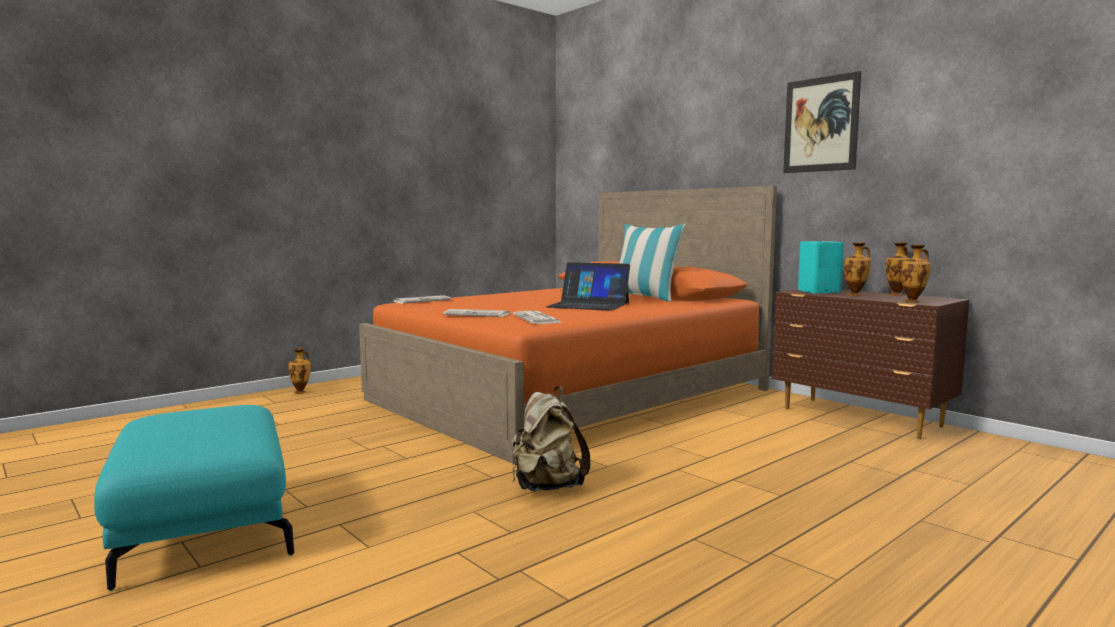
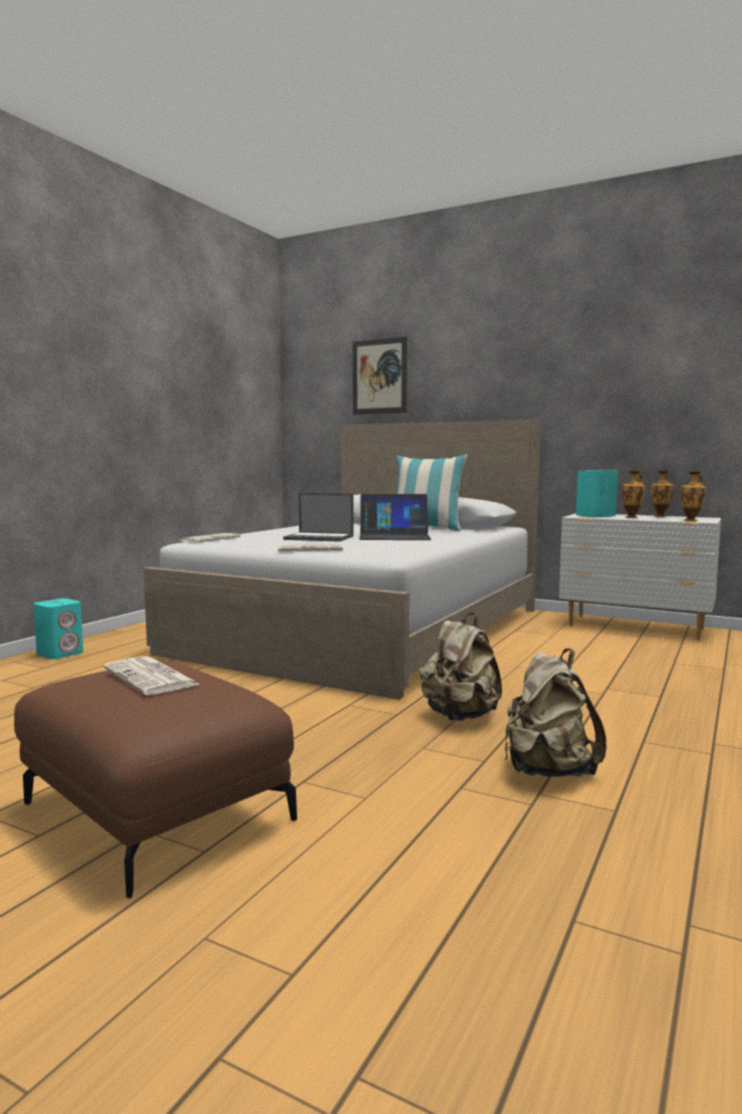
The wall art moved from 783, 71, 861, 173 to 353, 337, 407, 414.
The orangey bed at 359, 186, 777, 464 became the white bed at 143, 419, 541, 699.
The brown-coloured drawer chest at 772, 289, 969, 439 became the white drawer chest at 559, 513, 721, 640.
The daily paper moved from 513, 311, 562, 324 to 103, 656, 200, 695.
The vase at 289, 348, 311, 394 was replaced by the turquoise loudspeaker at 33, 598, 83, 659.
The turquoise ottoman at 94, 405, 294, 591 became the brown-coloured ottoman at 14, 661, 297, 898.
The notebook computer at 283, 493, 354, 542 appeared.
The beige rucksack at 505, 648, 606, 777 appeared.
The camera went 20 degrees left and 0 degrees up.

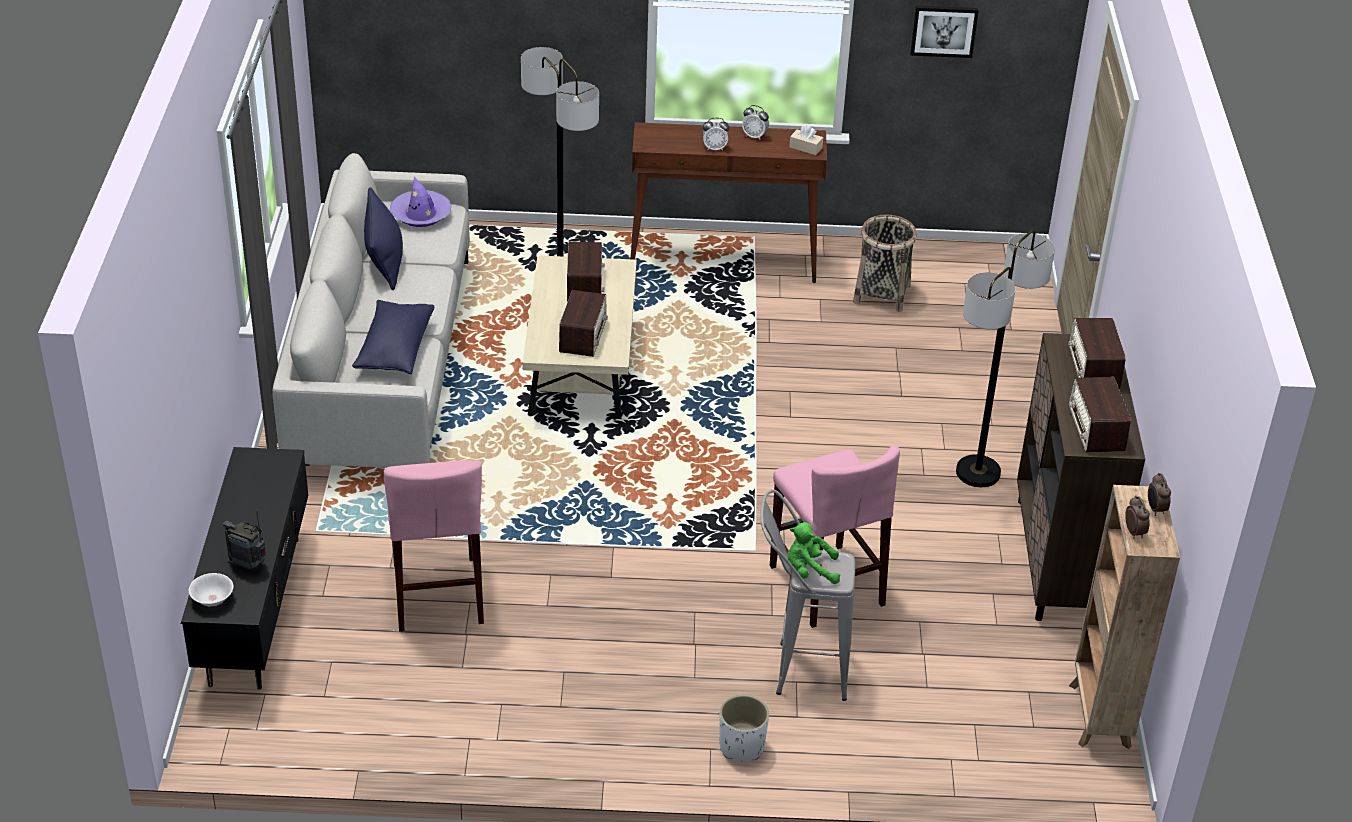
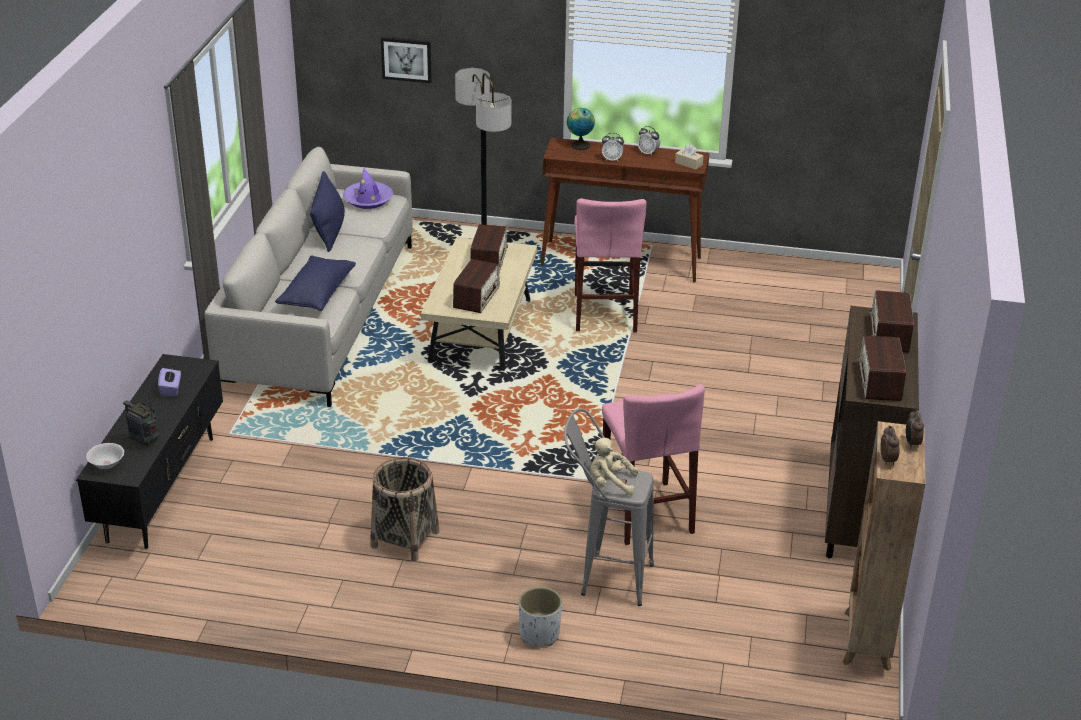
The wall art moved from 910, 5, 979, 58 to 381, 37, 432, 83.
The basket moved from 853, 215, 917, 312 to 370, 457, 439, 561.
The floor lamp at 956, 229, 1055, 487 disappeared.
The pink stool seat moved from 384, 460, 484, 632 to 574, 198, 647, 332.
The green-coloured soft toy at 787, 522, 840, 584 became the beige soft toy at 590, 438, 638, 495.
The desk globe at 567, 108, 595, 150 appeared.
The purple-coloured tissue holder at 158, 367, 181, 397 appeared.
The camera went 10 degrees right and 5 degrees down.

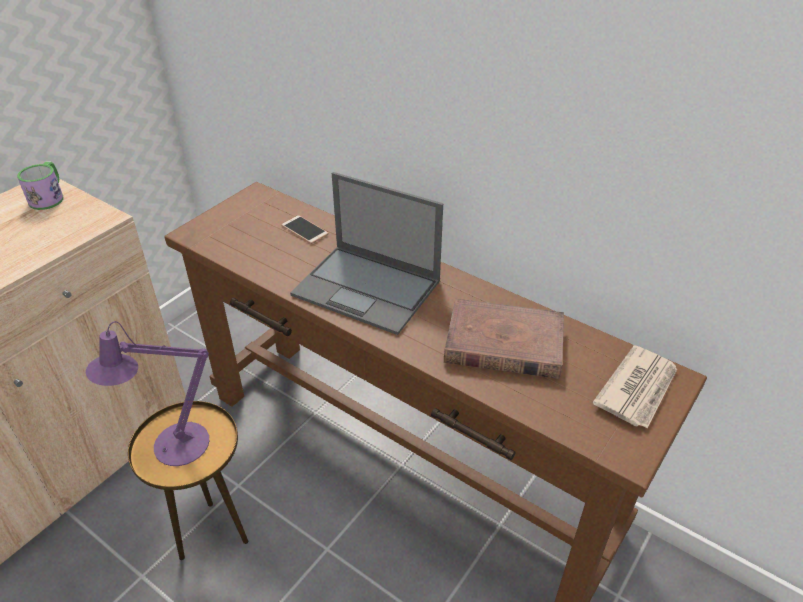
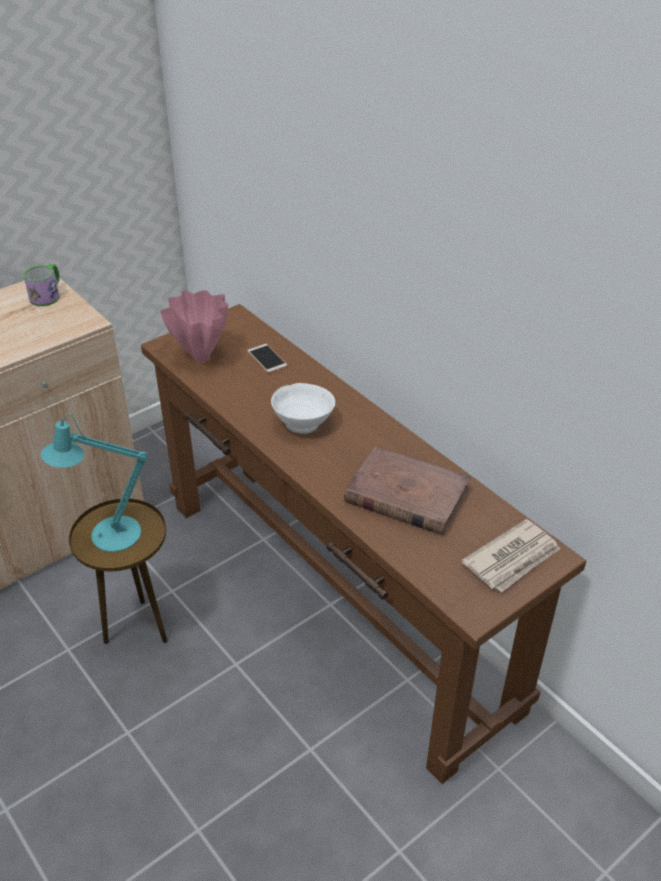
The notebook computer at 290, 172, 443, 335 was replaced by the white serving bowl at 271, 383, 335, 434.
The purple-coloured table lamp at 86, 321, 209, 466 became the turquoise table lamp at 41, 414, 148, 552.
The pink vase at 161, 290, 228, 363 appeared.
The camera went 15 degrees right and 0 degrees up.

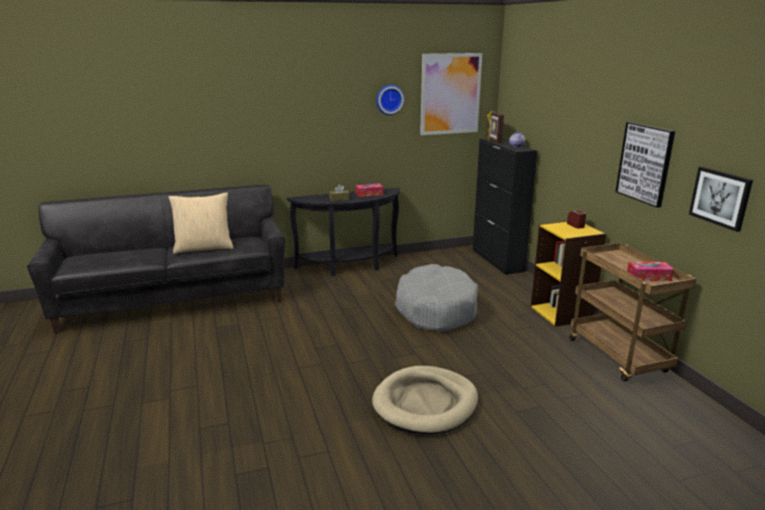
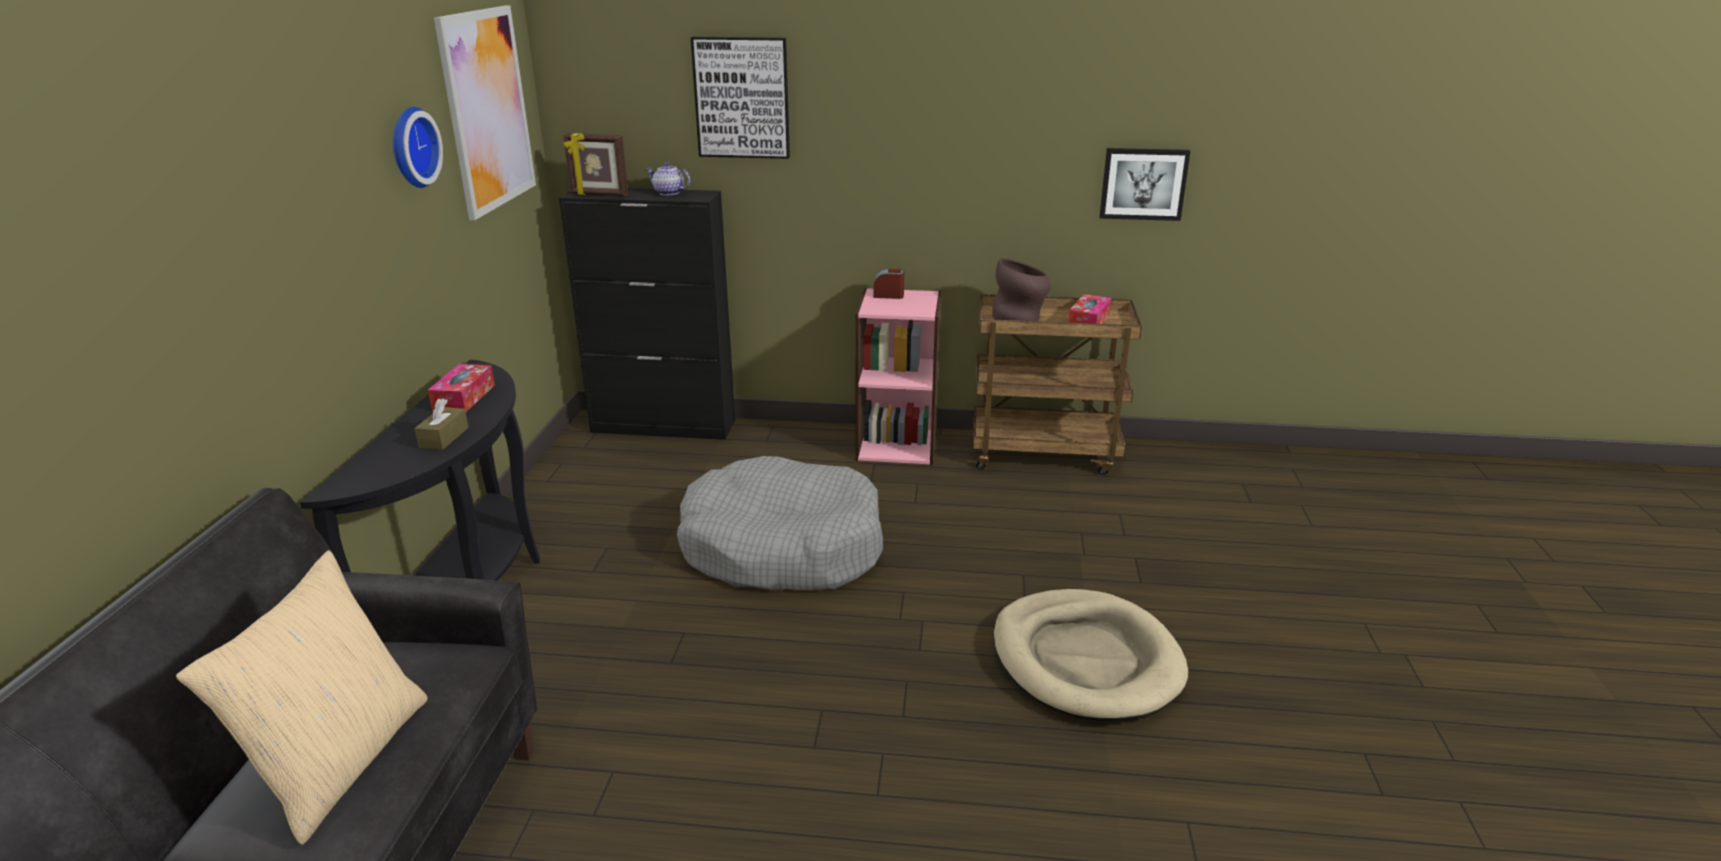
The wall art moved from 615, 122, 675, 208 to 691, 37, 790, 159.
The yellowish bookcase at 531, 221, 607, 327 became the pink bookcase at 855, 288, 941, 465.
The brown-coloured vase at 992, 258, 1051, 321 appeared.
The camera went 65 degrees left and 5 degrees up.

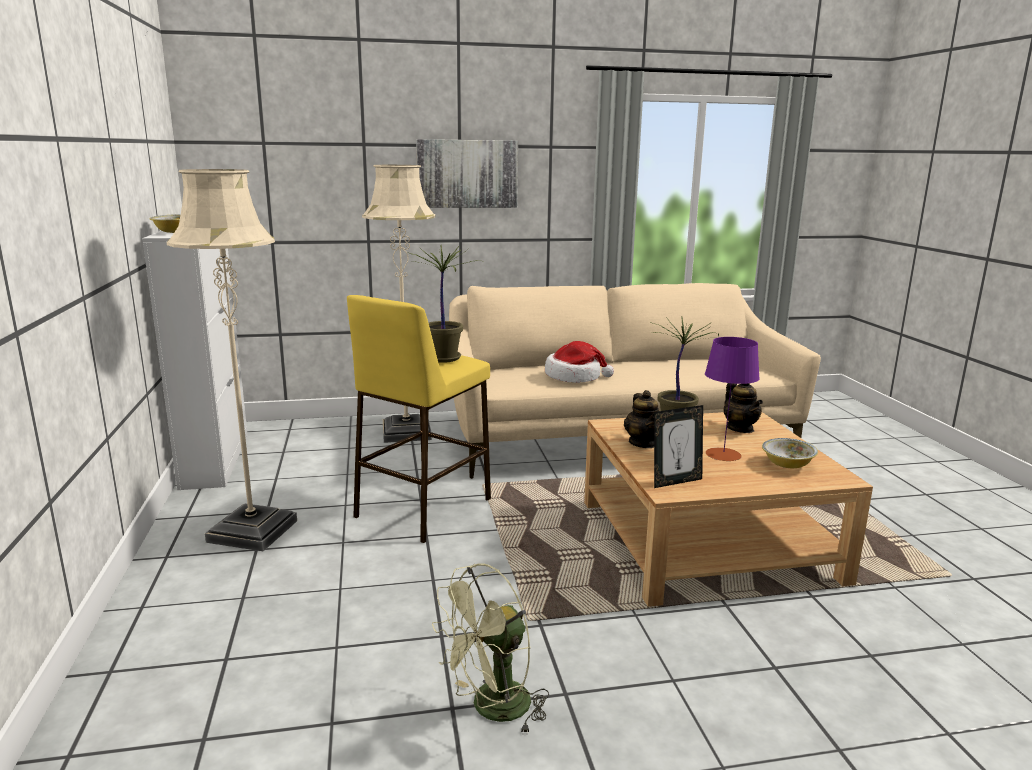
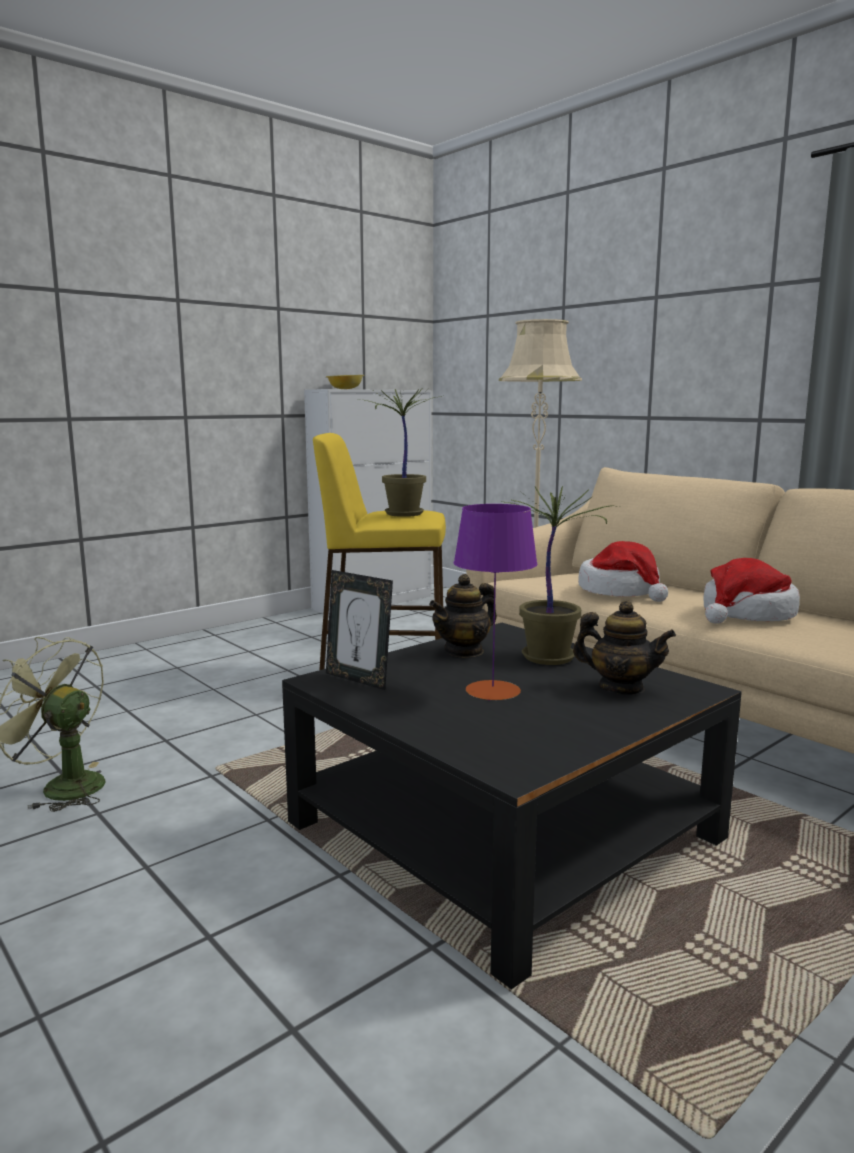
The wall art at 416, 139, 518, 208 disappeared.
The beige floor lamp at 167, 169, 297, 551 disappeared.
The teapot at 723, 383, 763, 433 turned 105 degrees counterclockwise.
The beige low table at 584, 412, 873, 607 became the blackish low table at 282, 623, 742, 990.
The serving bowl at 762, 438, 818, 468 disappeared.
The hat at 703, 558, 800, 624 appeared.
The camera went 60 degrees right and 5 degrees down.

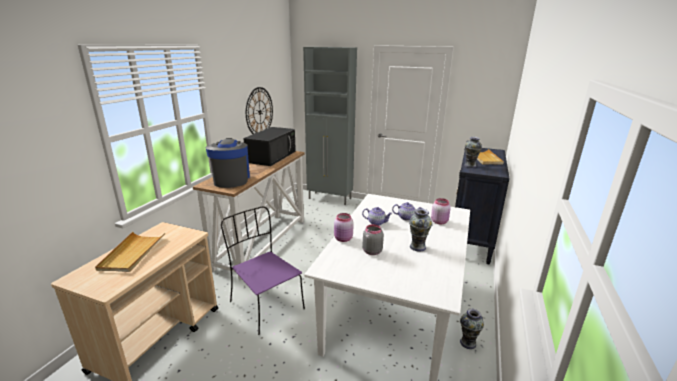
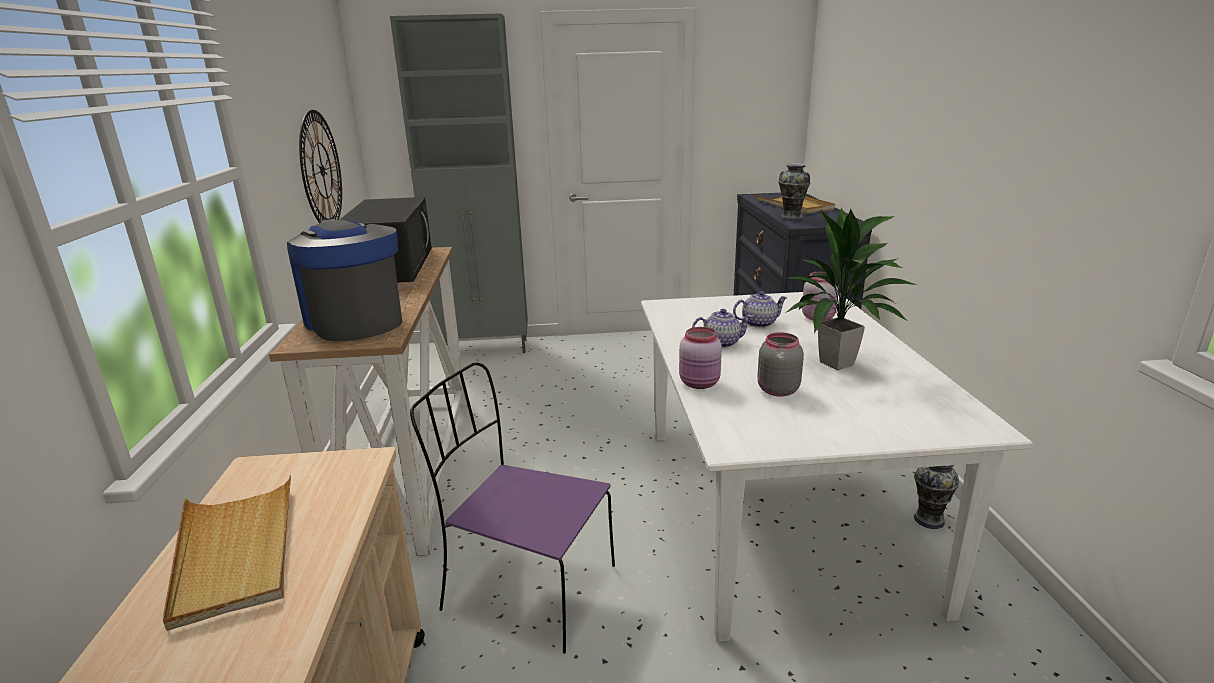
The vase at 409, 208, 432, 252 was replaced by the plant in a pot at 785, 208, 917, 370.
The camera went 25 degrees left and 0 degrees up.

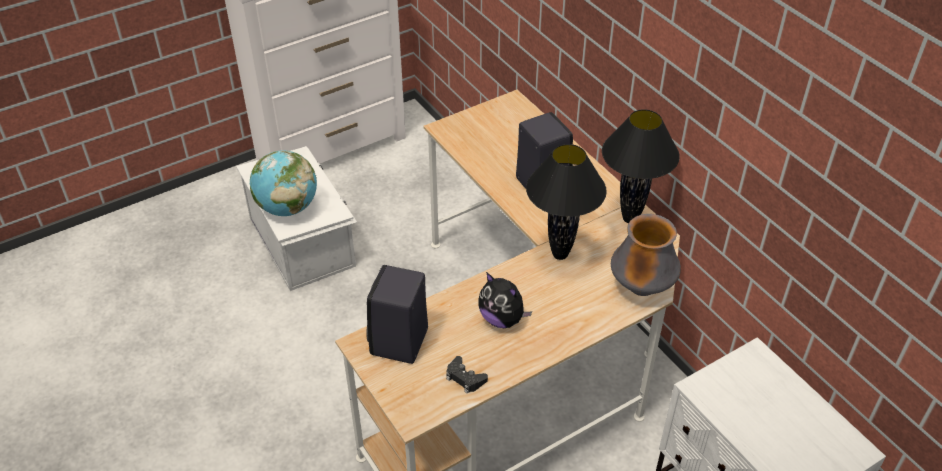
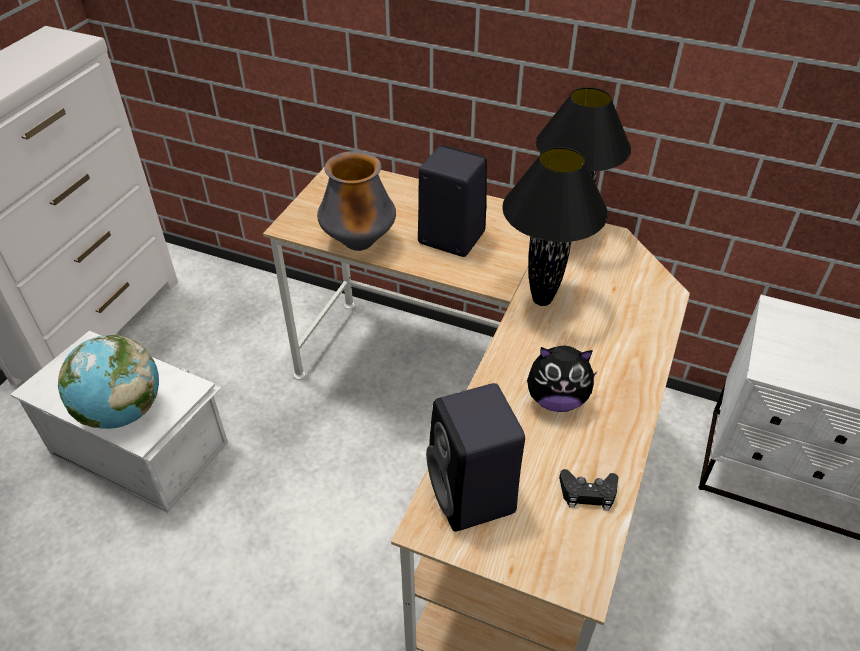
The vase moved from 611, 214, 681, 296 to 317, 151, 396, 251.
The camera went 35 degrees left and 0 degrees up.

